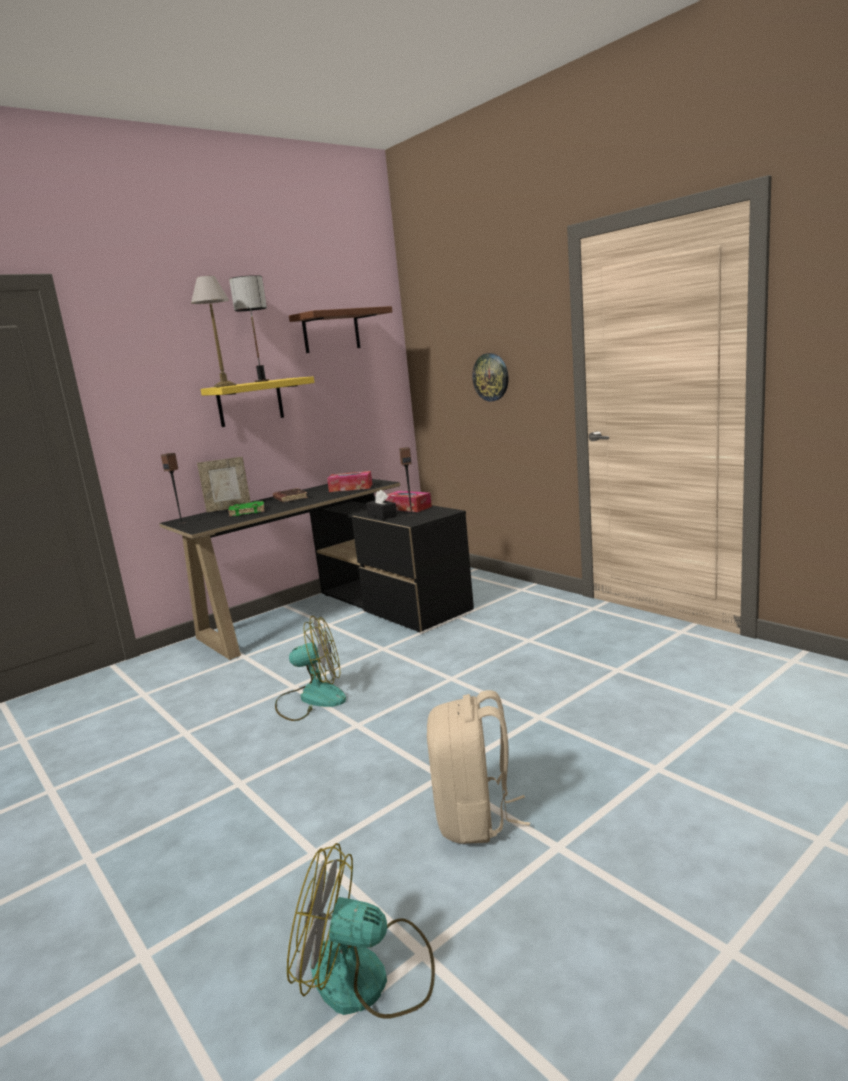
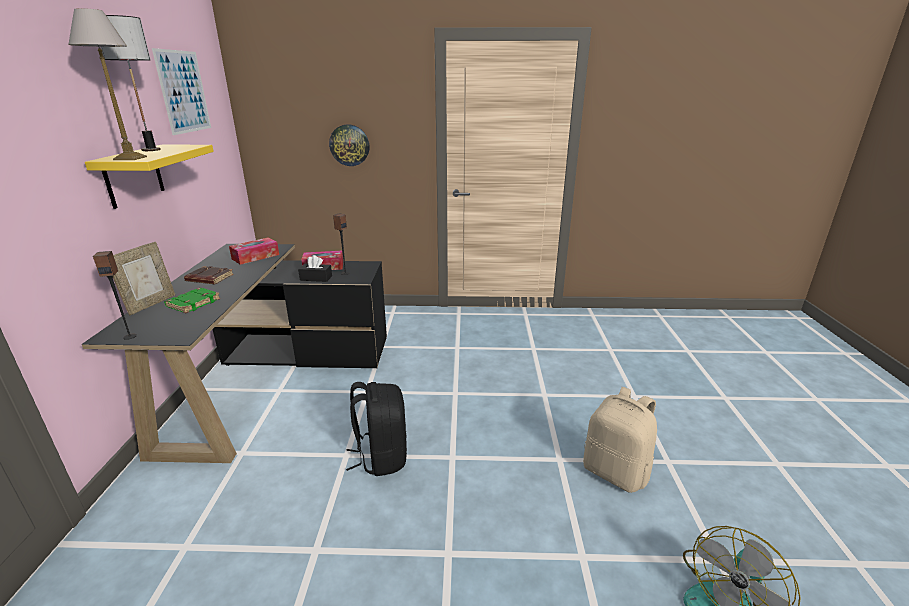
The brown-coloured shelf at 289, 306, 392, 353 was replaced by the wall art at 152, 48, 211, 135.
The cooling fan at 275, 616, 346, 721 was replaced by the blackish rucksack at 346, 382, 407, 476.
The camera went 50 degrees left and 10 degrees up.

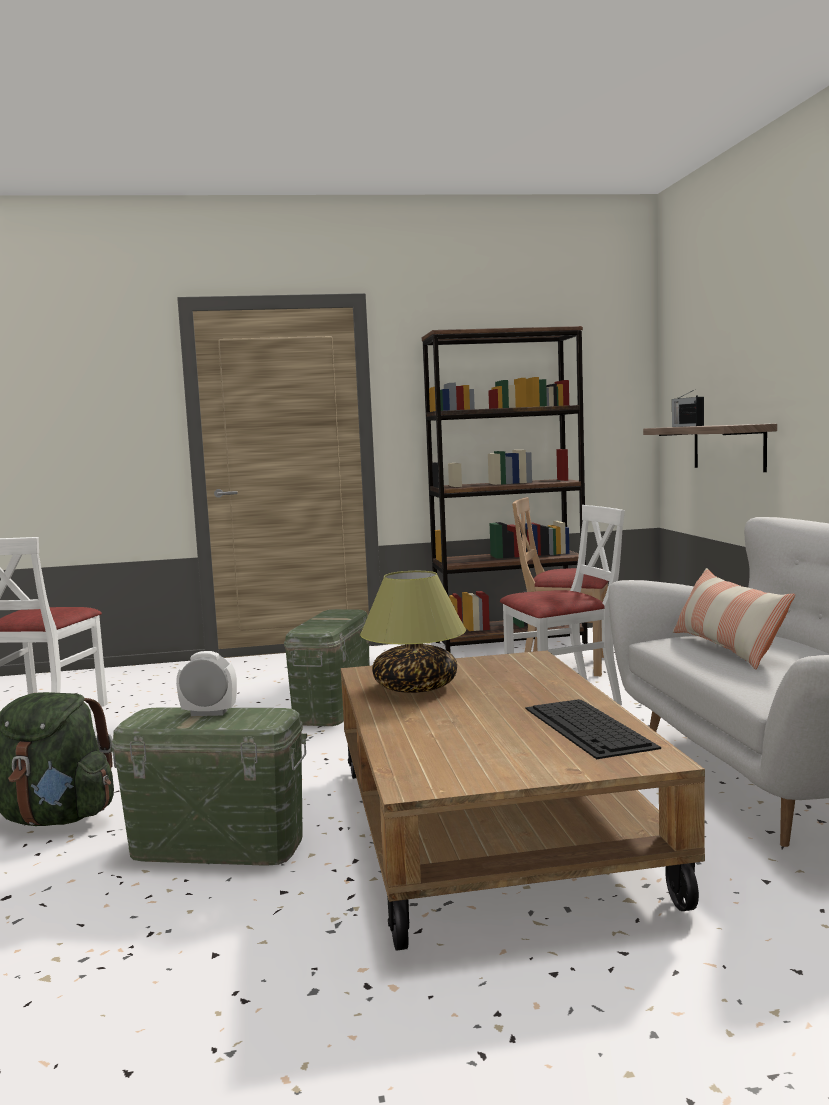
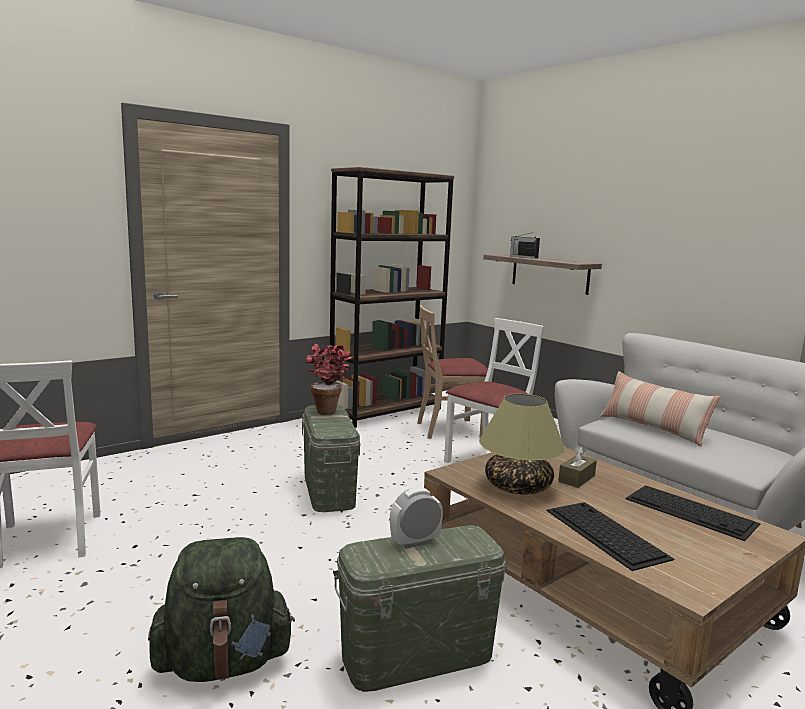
The plant in a pot at 305, 344, 353, 415 appeared.
The brown-coloured tissue holder at 558, 447, 597, 488 appeared.
The PC keyboard at 546, 502, 674, 571 appeared.
The camera went 30 degrees left and 5 degrees up.

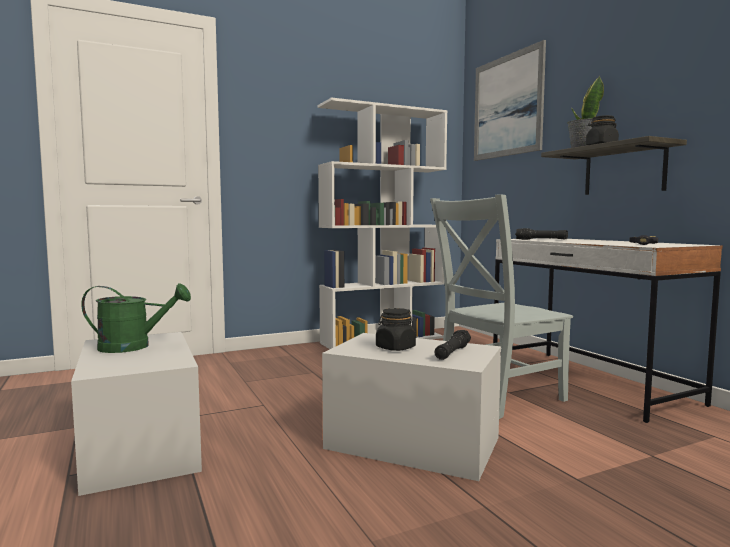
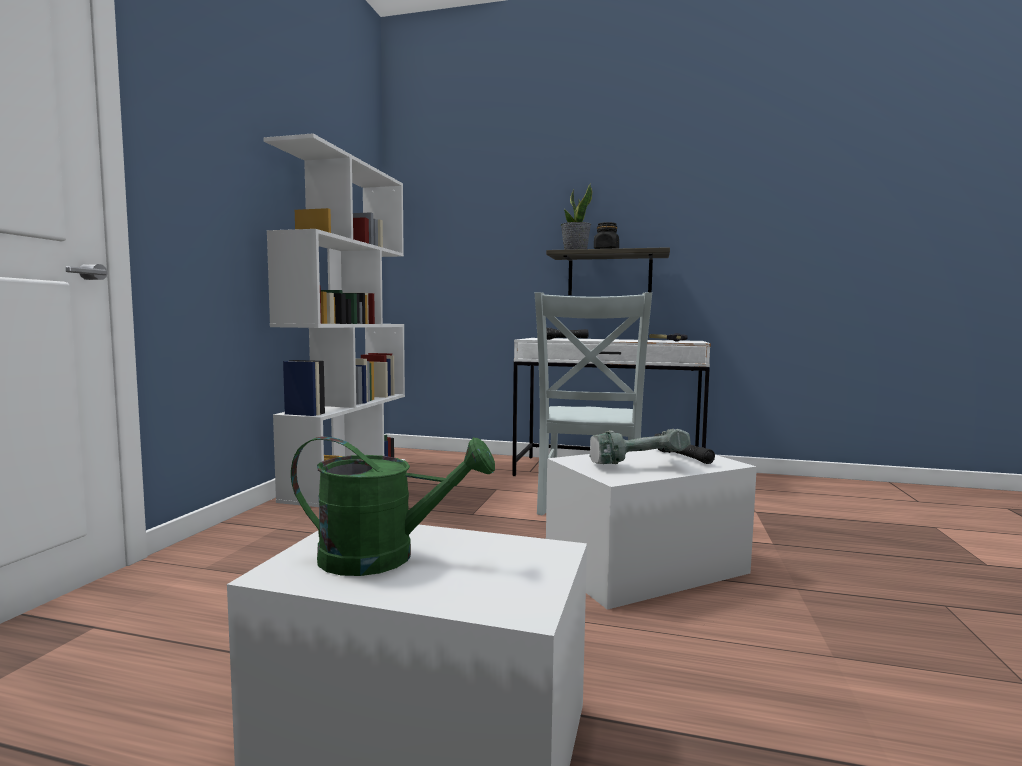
The wall art at 474, 40, 546, 161 disappeared.
The green-coloured watering can at 81, 283, 191, 353 turned 60 degrees clockwise.
The blackish preserve jar at 376, 308, 416, 351 was replaced by the drill at 589, 429, 691, 464.
The camera went 50 degrees left and 0 degrees up.

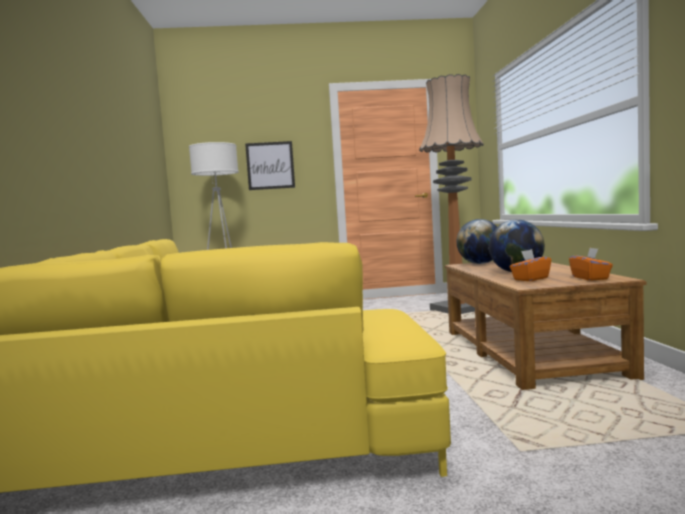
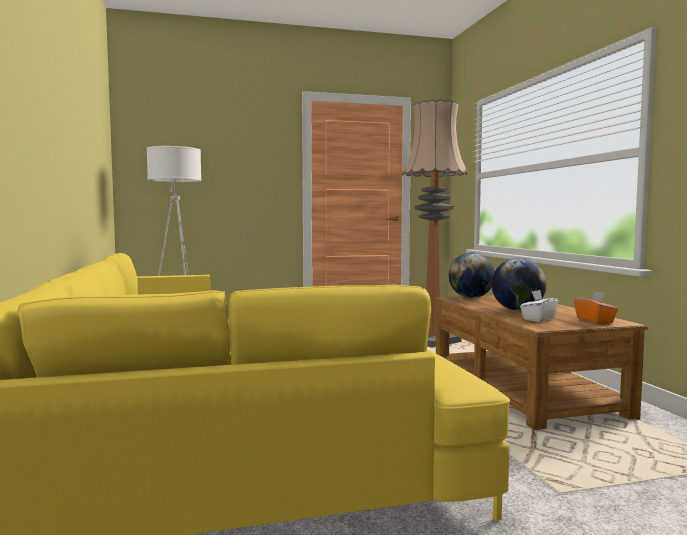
The wall art at 245, 141, 295, 190 disappeared.
The orangey tissue holder at 510, 249, 551, 281 became the white tissue holder at 520, 290, 558, 322.
The camera went 10 degrees left and 0 degrees up.

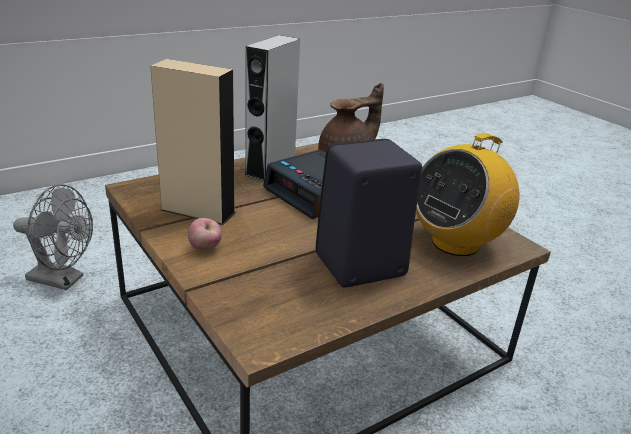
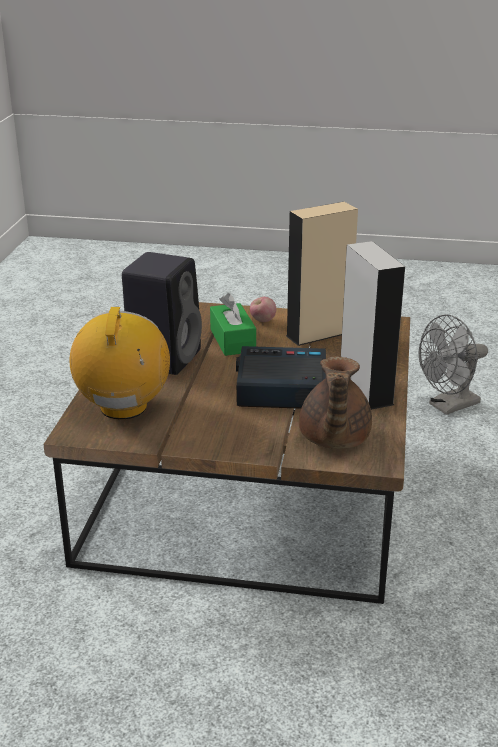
The green-coloured tissue holder at 210, 293, 256, 356 appeared.
The camera went 135 degrees right and 0 degrees up.

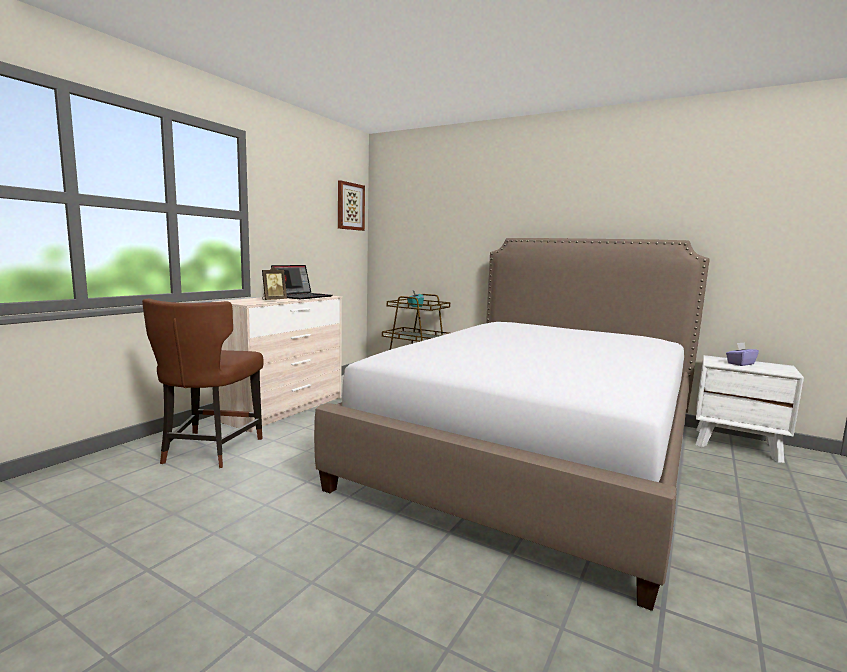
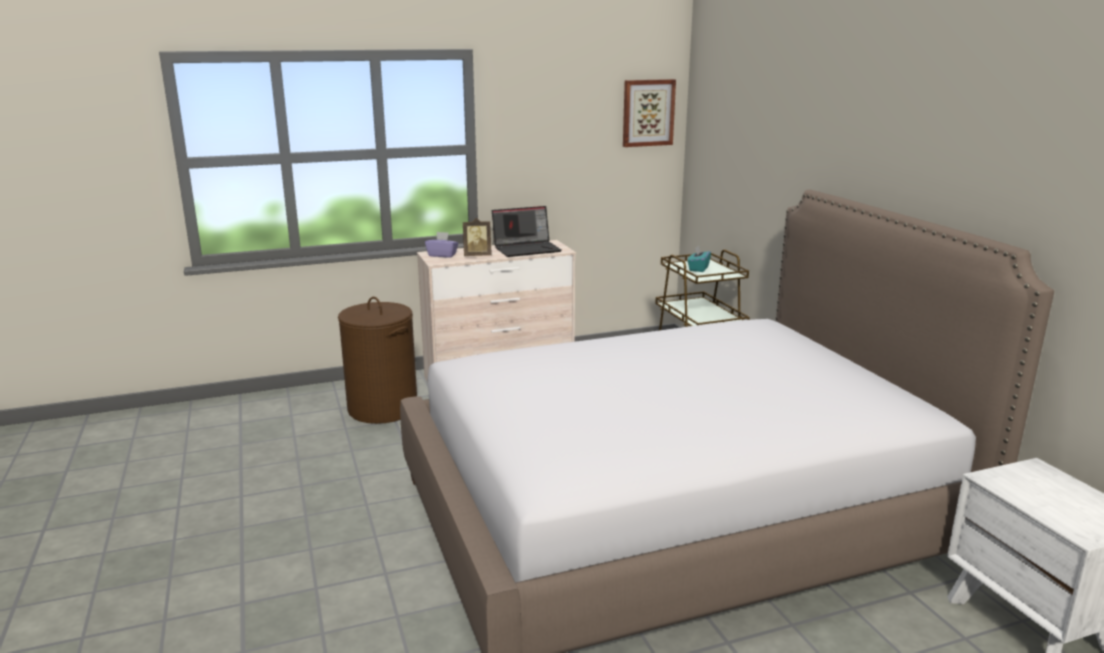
The brown-coloured upright chair at 142, 298, 264, 468 was replaced by the brown-coloured laundry basket at 338, 297, 417, 424.
The purple-coloured tissue holder moved from 726, 342, 759, 366 to 425, 232, 459, 258.
The camera went 40 degrees right and 10 degrees up.

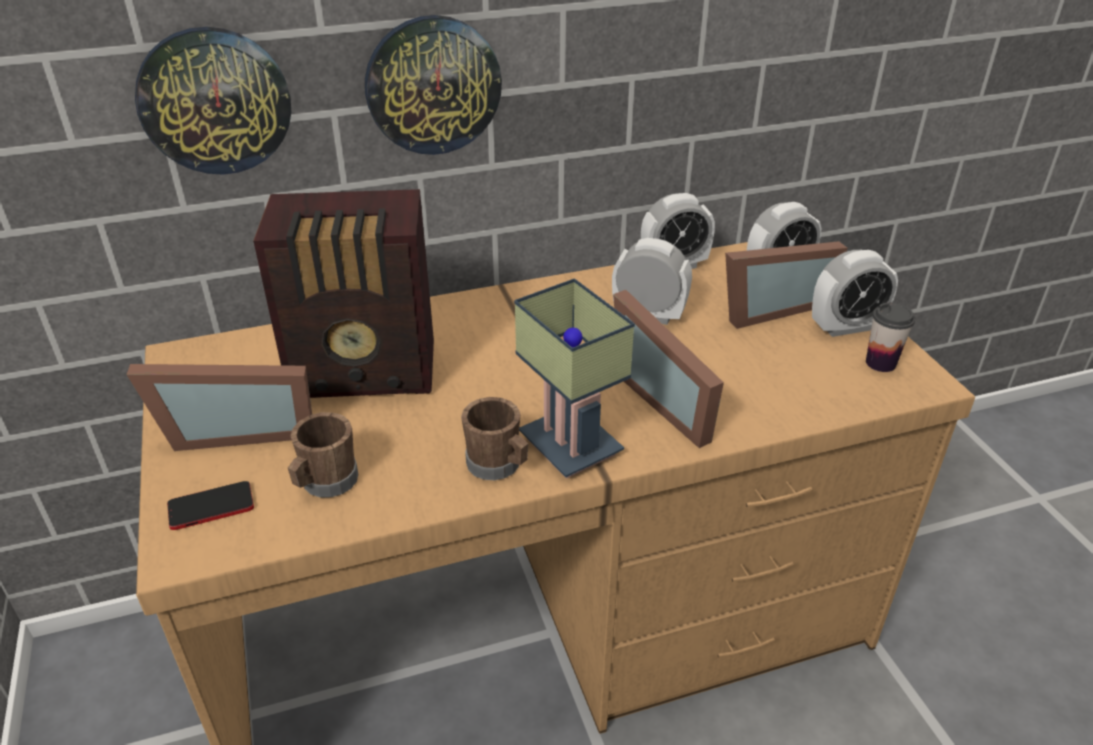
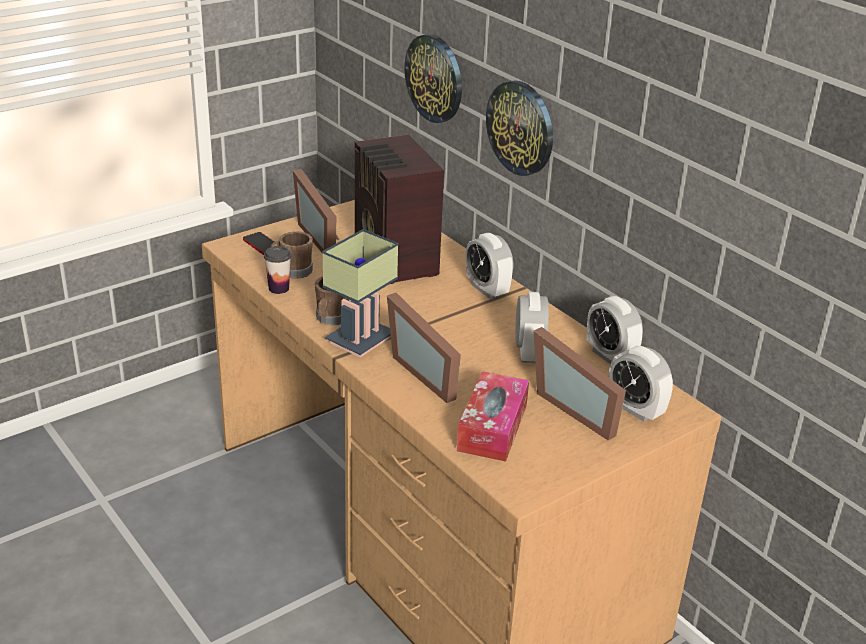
The bedside clock moved from 812, 250, 898, 337 to 465, 233, 513, 299.
The photo frame at 613, 290, 724, 448 turned 75 degrees counterclockwise.
The cup moved from 866, 302, 915, 372 to 264, 246, 291, 294.
The tissue holder at 457, 371, 529, 462 appeared.
The camera went 70 degrees right and 5 degrees down.

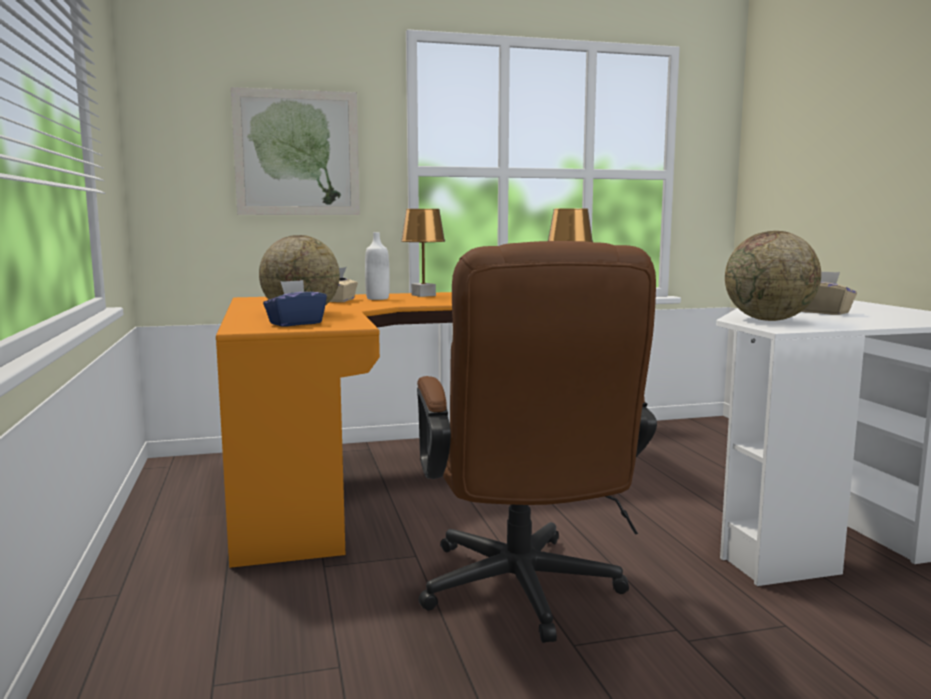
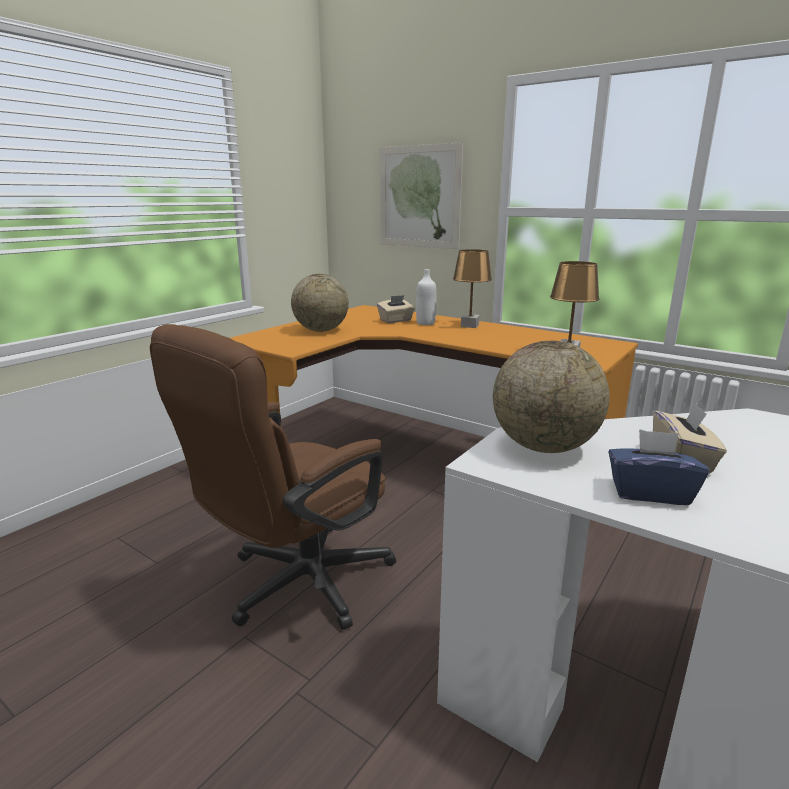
The blue tissue holder moved from 263, 280, 327, 326 to 609, 429, 709, 505.
The camera went 50 degrees right and 10 degrees up.

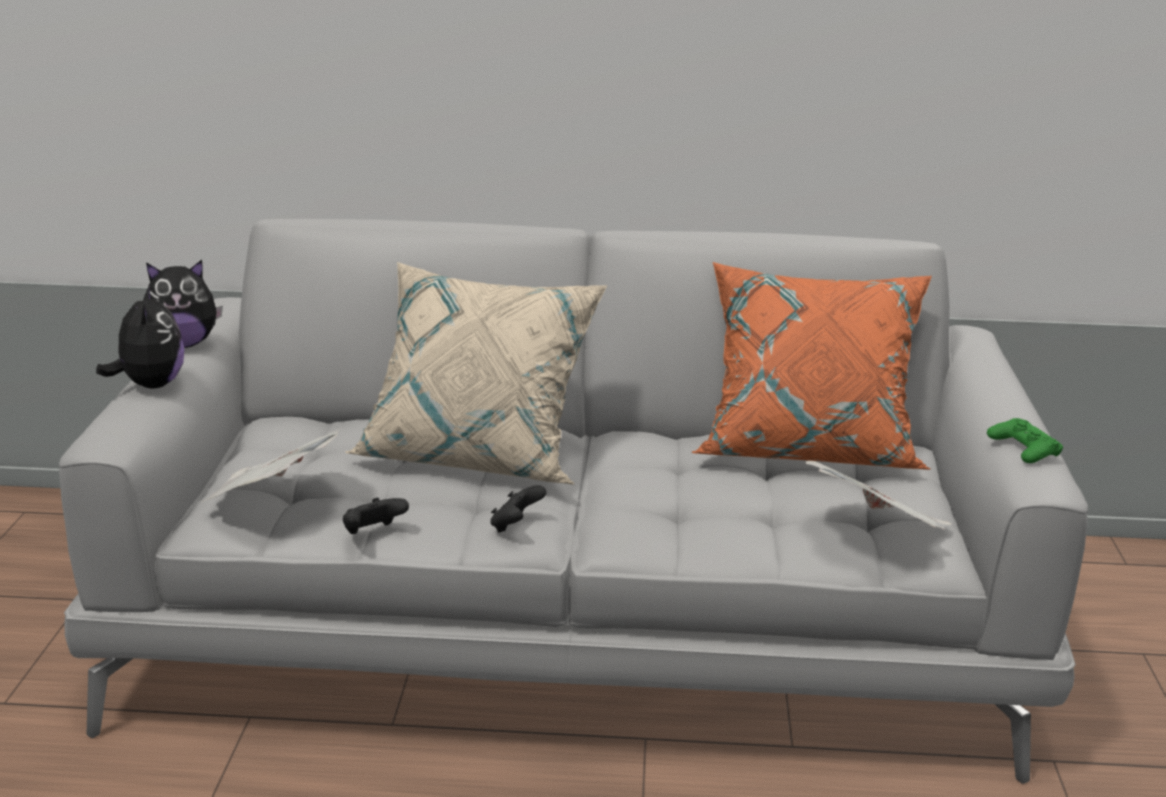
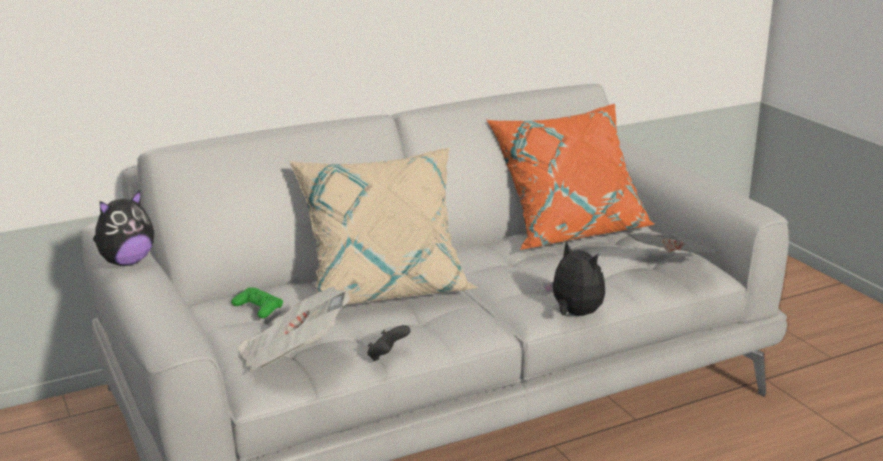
The soft toy moved from 96, 286, 184, 388 to 543, 241, 605, 316.
The green-coloured game controller moved from 987, 418, 1063, 463 to 231, 287, 283, 318.
The blackish game controller at 490, 485, 546, 533 disappeared.
The camera went 30 degrees left and 0 degrees up.

